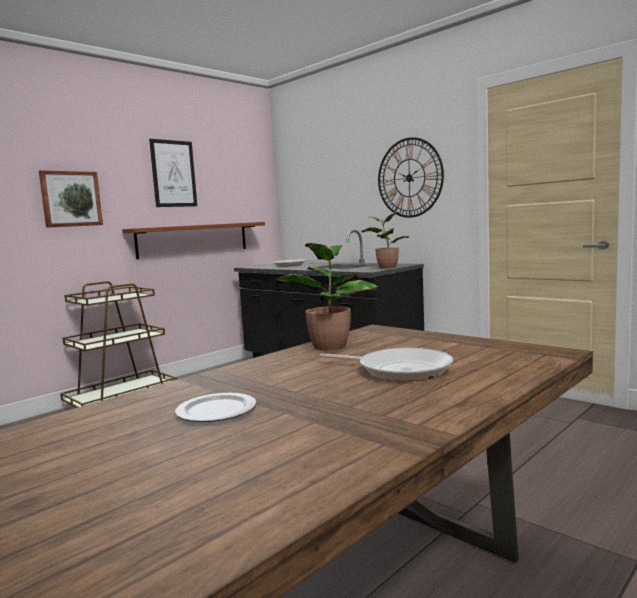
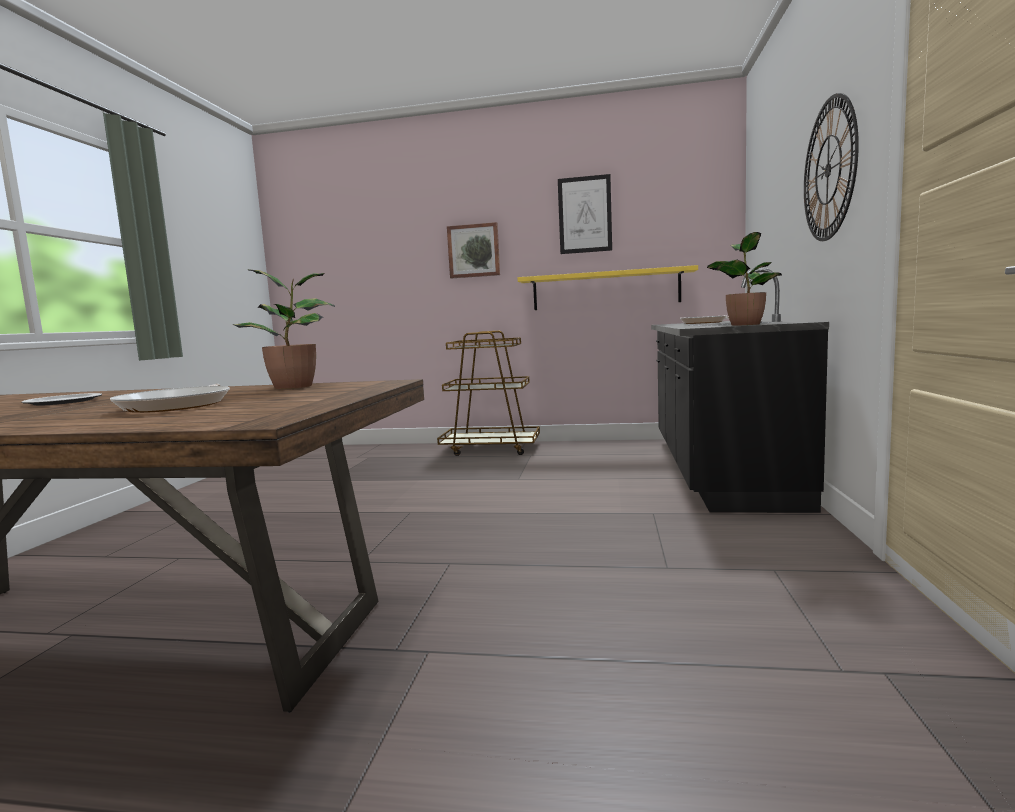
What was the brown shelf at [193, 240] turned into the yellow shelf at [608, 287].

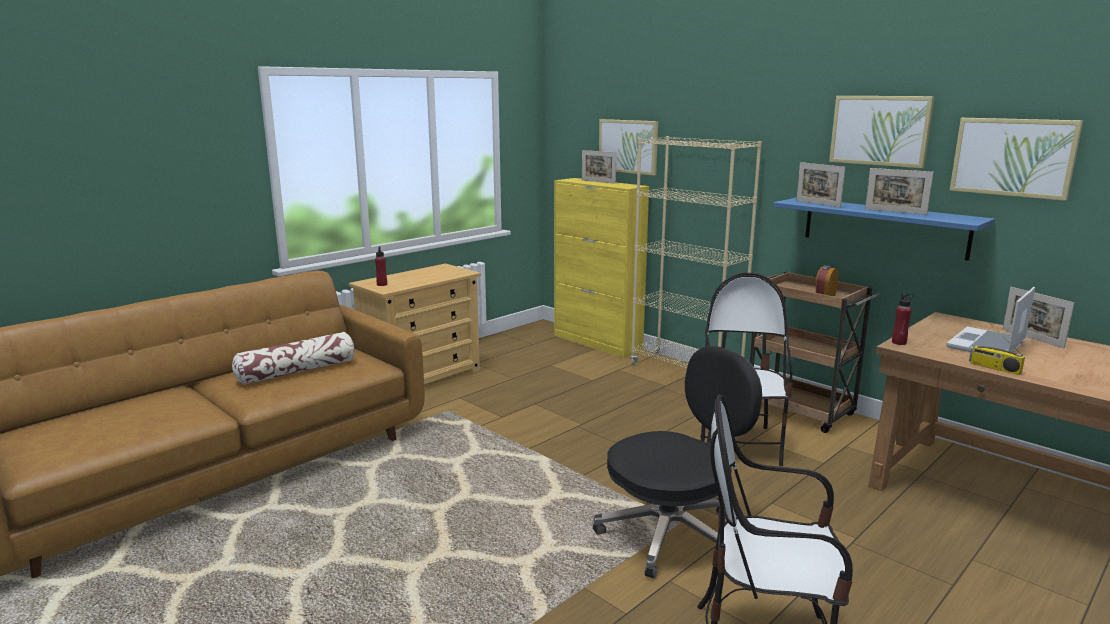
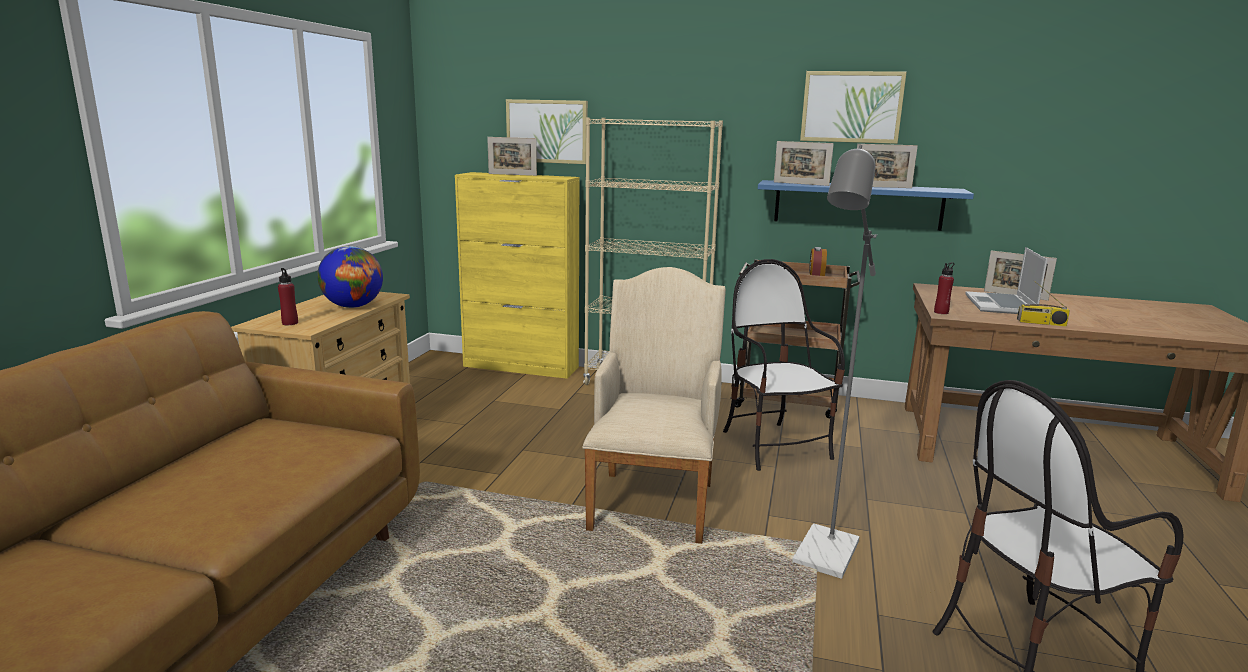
The second view gained the globe at [350, 277]. The second view gained the beige armchair at [654, 405]. Where the black office chair stood at [677, 462], the grey floor lamp came to stand at [834, 362]. The second view lost the pillow at [293, 358]. The second view lost the picture at [1016, 159].

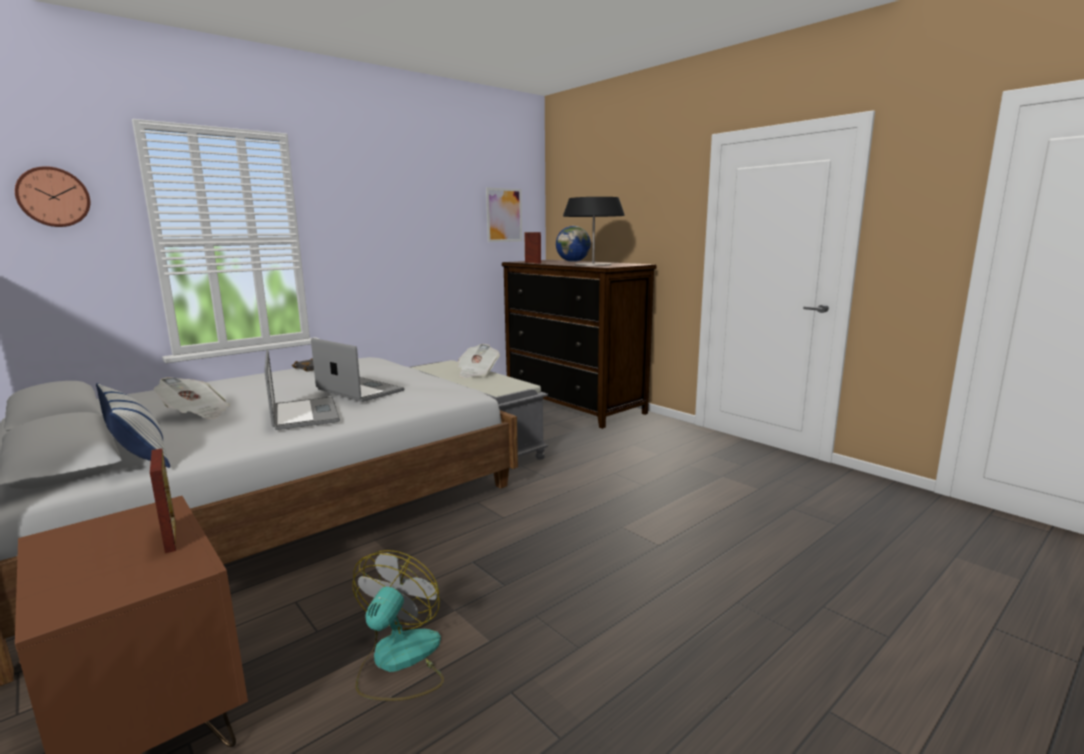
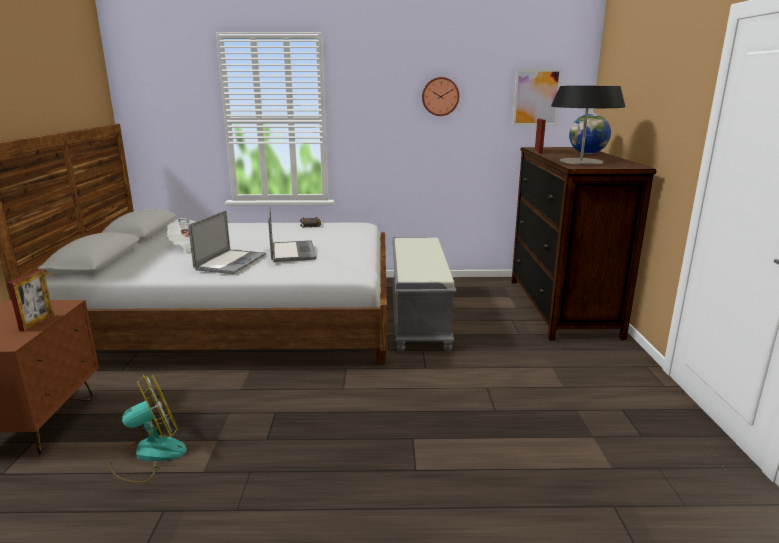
The wall clock ended up elsewhere, having gone from [52, 196] to [440, 96]. The second view lost the pillow at [133, 425]. The second view lost the newspaper at [479, 361].

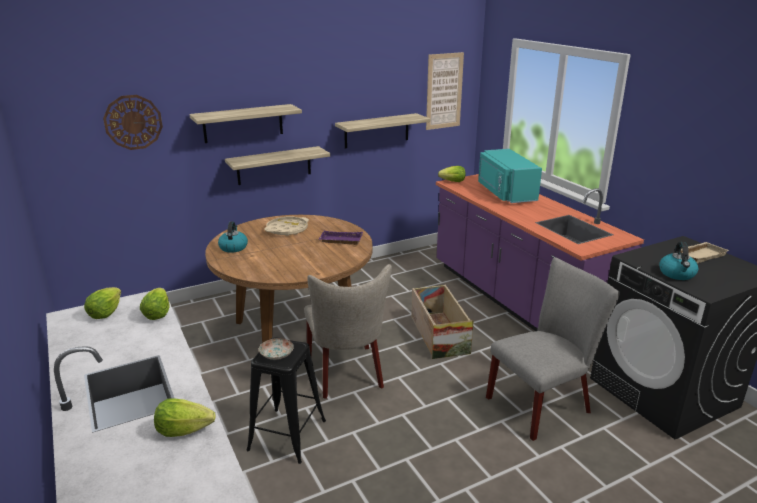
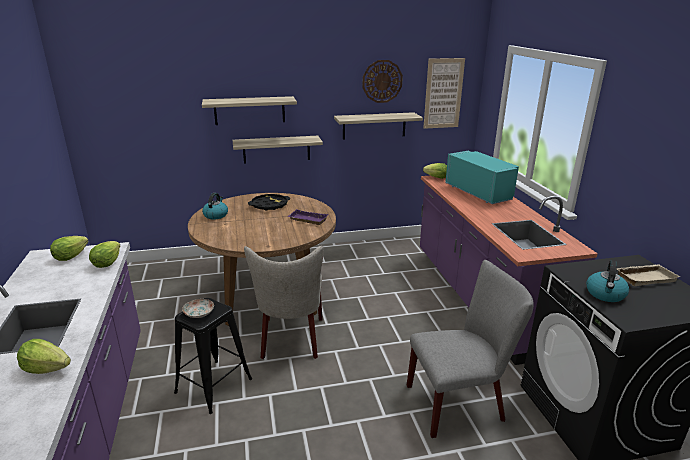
What was the beige tray at [286, 226] turned into the black tray at [269, 202]. The wall clock ended up elsewhere, having gone from [133, 122] to [383, 81]. The turquoise microwave at [510, 176] ended up facing another way, 150 degrees clockwise from before. The second view lost the crate at [442, 322].

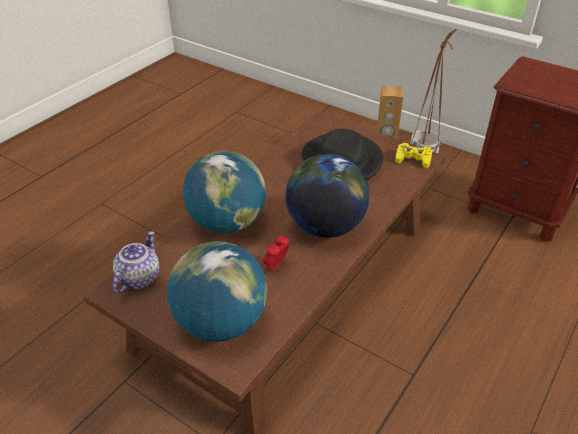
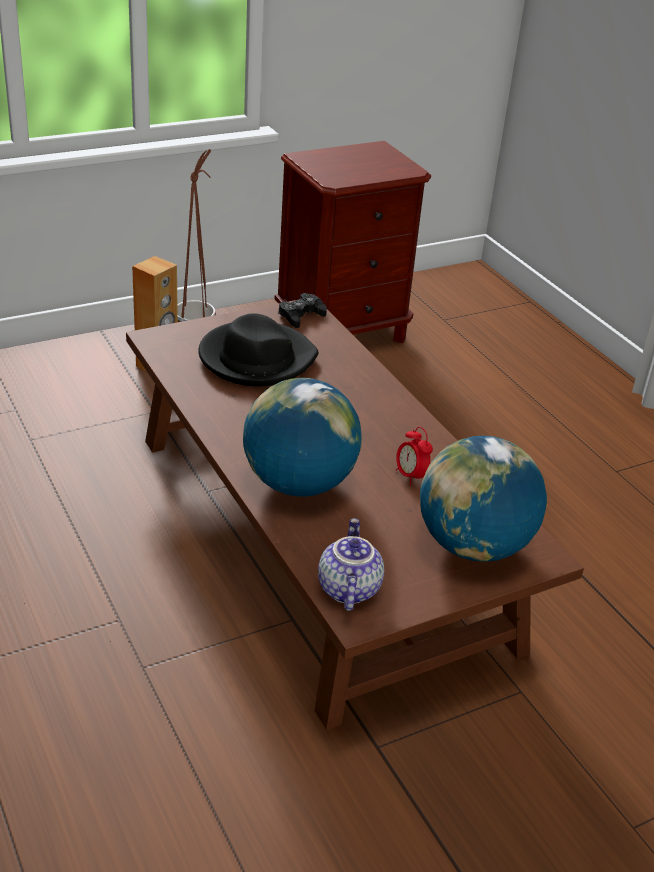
What was the yellow game controller at [413, 155] turned into the black game controller at [302, 310]. The teapot at [136, 262] ended up facing another way, 45 degrees clockwise from before. The second view lost the globe at [327, 196].

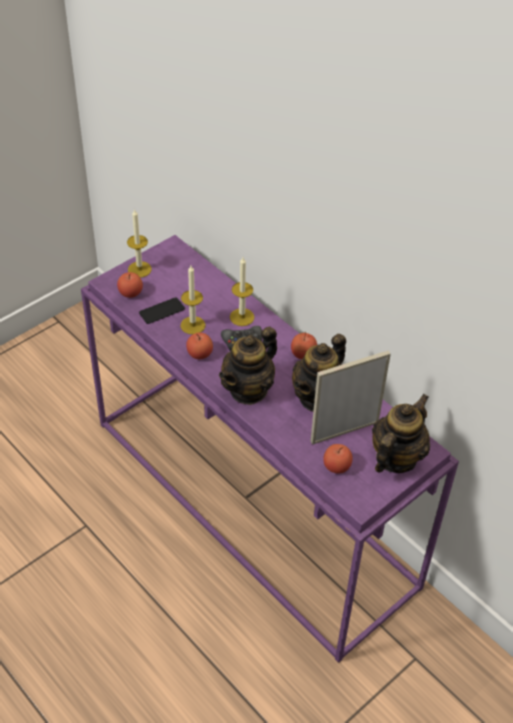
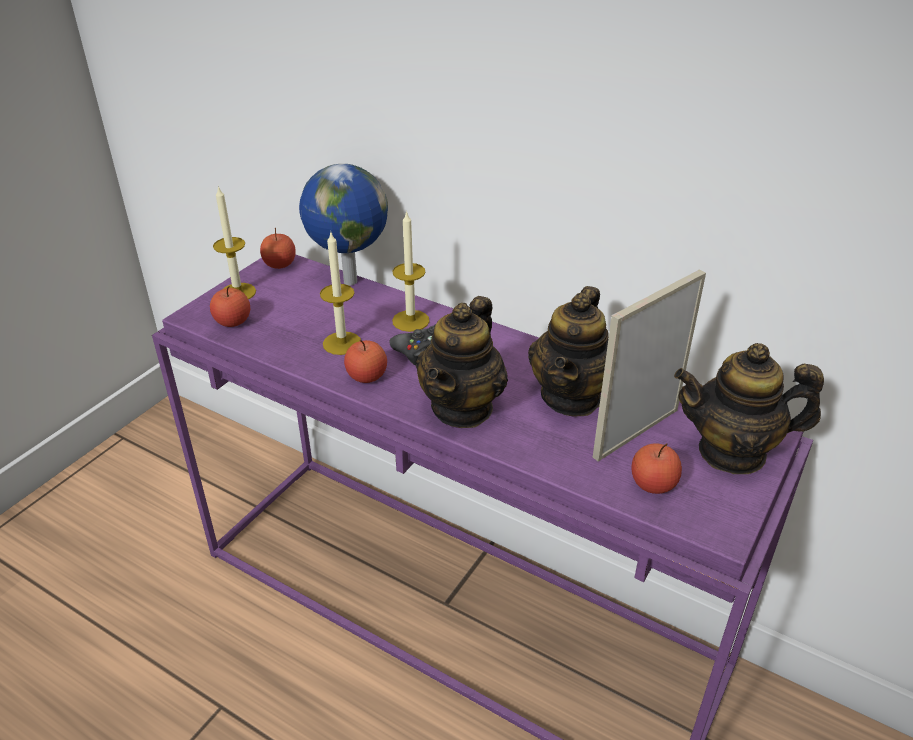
The apple ended up elsewhere, having gone from [304, 345] to [278, 248]. The second view gained the globe at [343, 225]. The teapot at [401, 433] ended up facing another way, 105 degrees counterclockwise from before. The second view lost the phone at [162, 310].

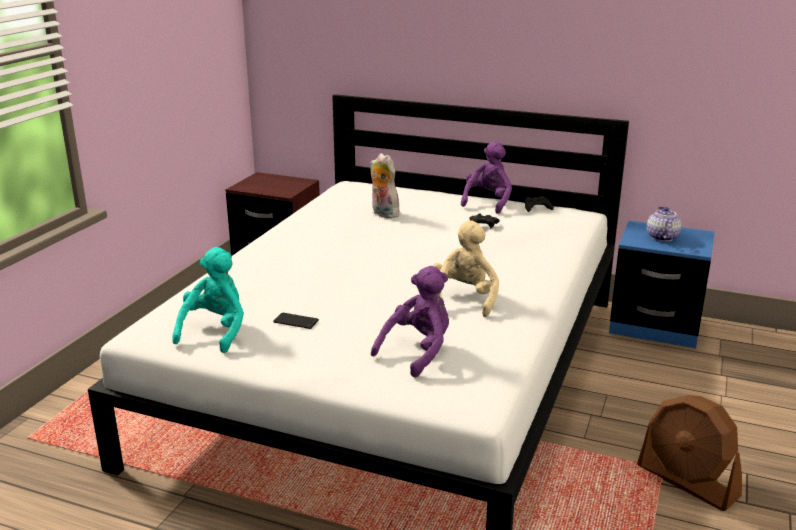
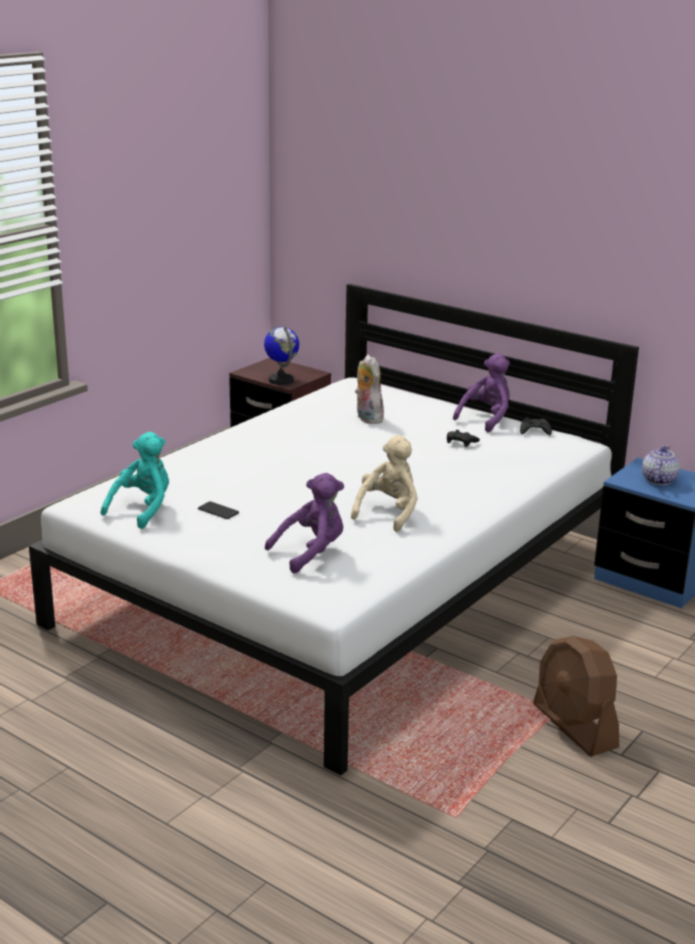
The second view gained the globe at [281, 355].

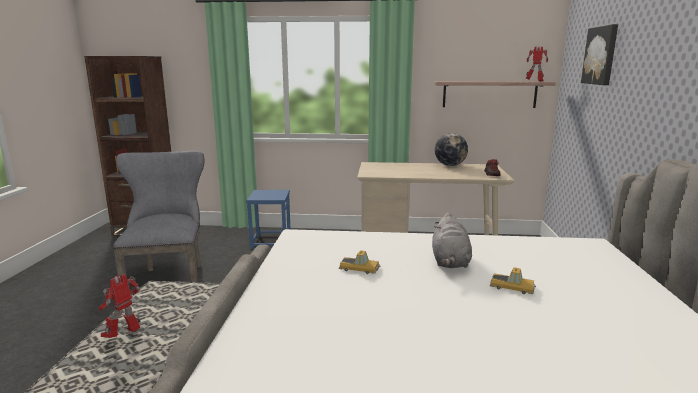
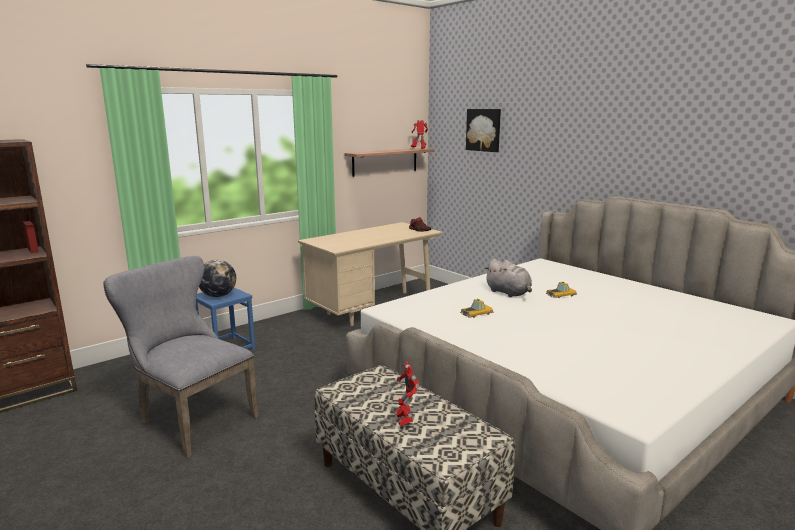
The globe ended up elsewhere, having gone from [451, 149] to [217, 278].

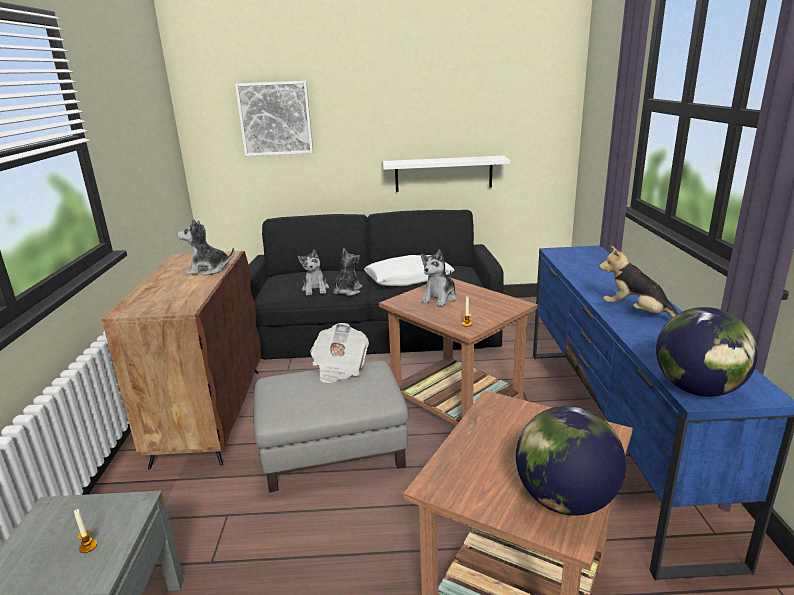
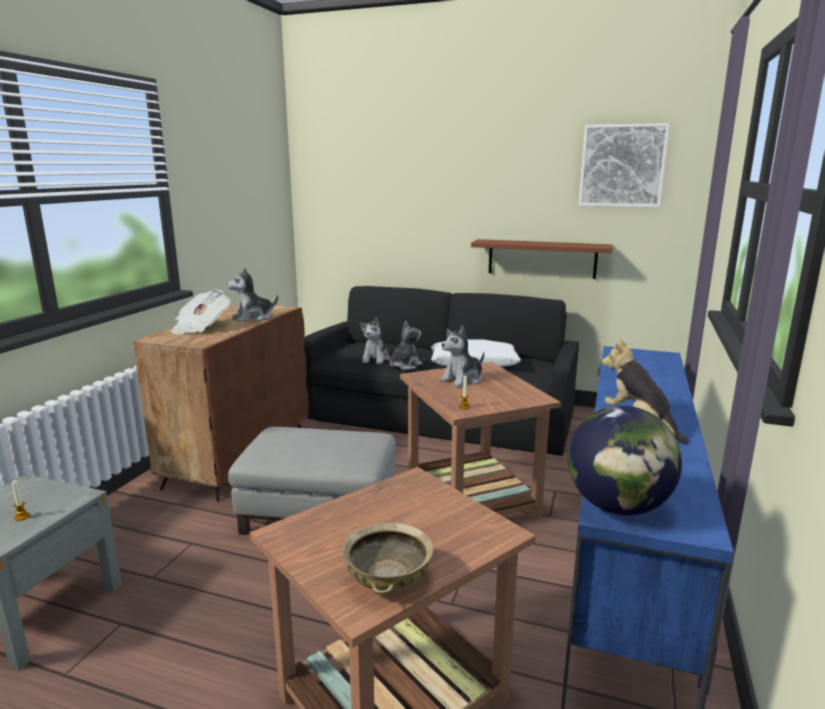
The newspaper ended up elsewhere, having gone from [339, 353] to [200, 312]. The plush toy at [206, 247] ended up facing another way, 45 degrees counterclockwise from before. Where the globe stood at [571, 461], the beige bowl came to stand at [387, 559]. What was the white shelf at [446, 174] turned into the brown shelf at [542, 259]. The picture ended up elsewhere, having gone from [274, 118] to [624, 165].

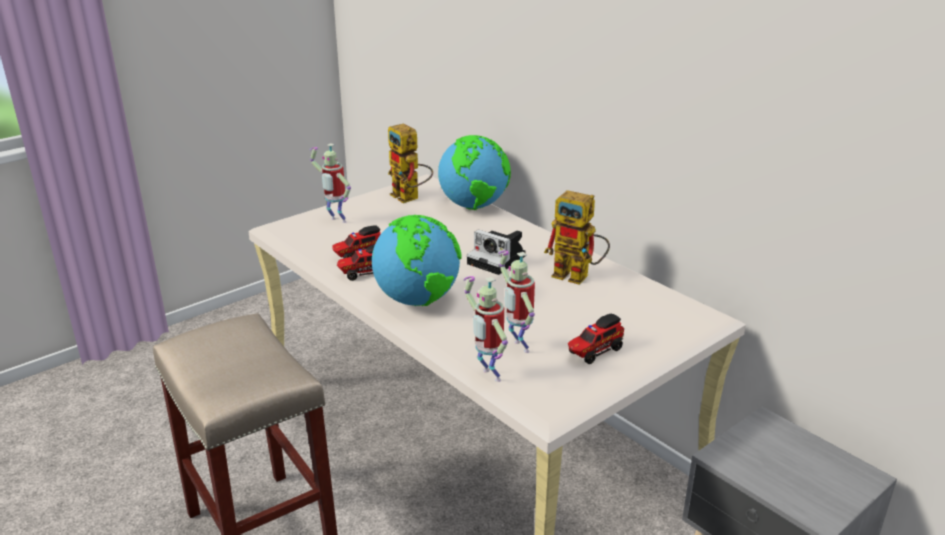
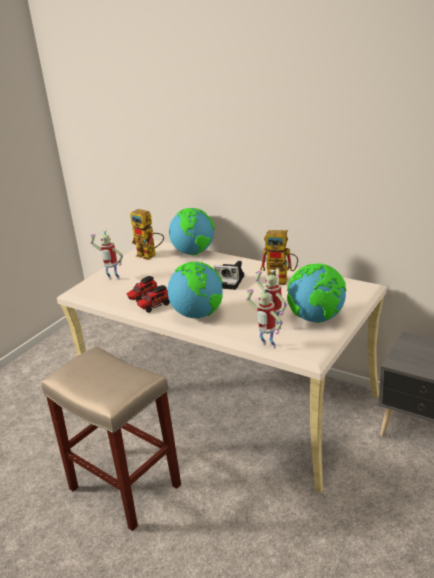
Where the toy truck stood at [596, 339], the globe came to stand at [316, 293].

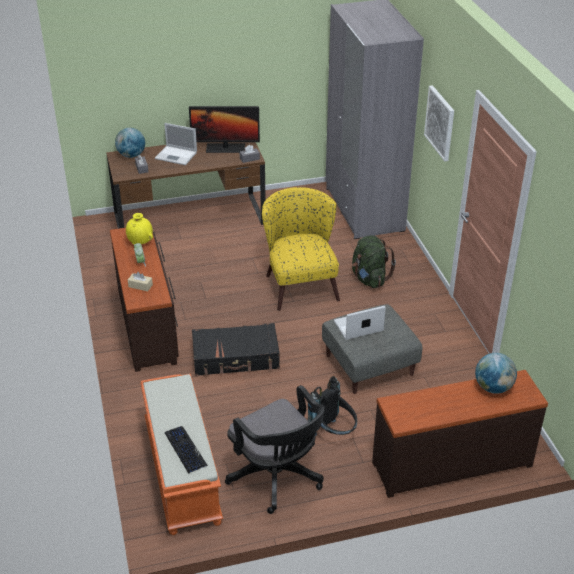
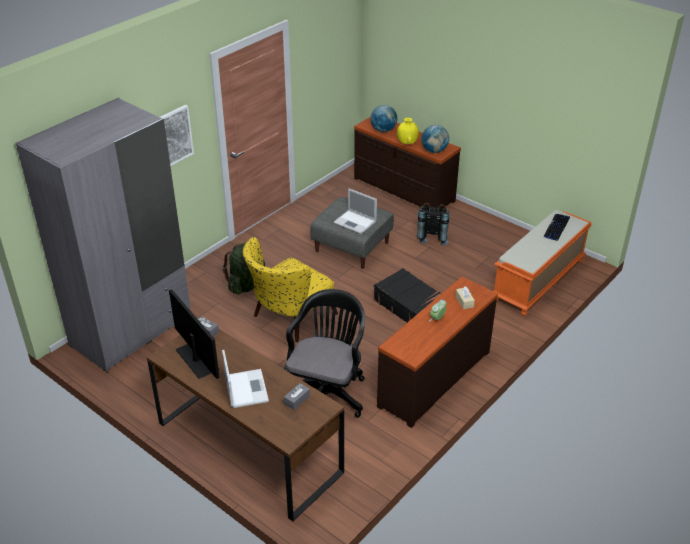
The black office chair ended up elsewhere, having gone from [275, 449] to [324, 353]. The yellow vase ended up elsewhere, having gone from [139, 229] to [408, 131]. The globe ended up elsewhere, having gone from [130, 143] to [435, 139].

